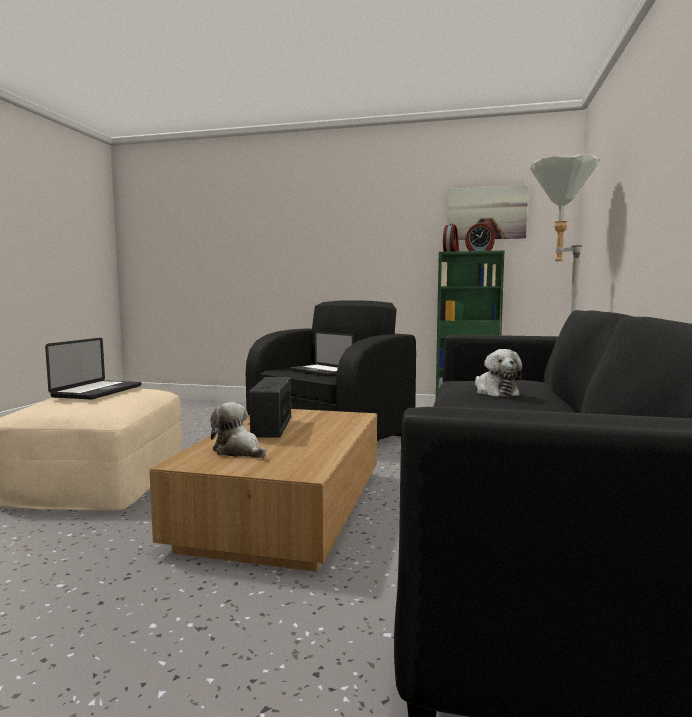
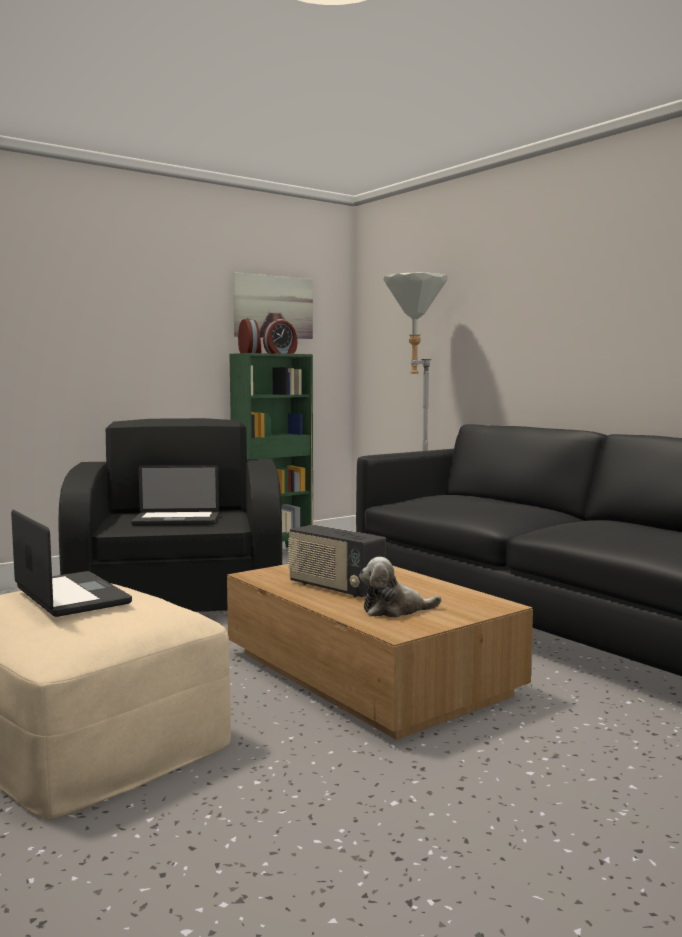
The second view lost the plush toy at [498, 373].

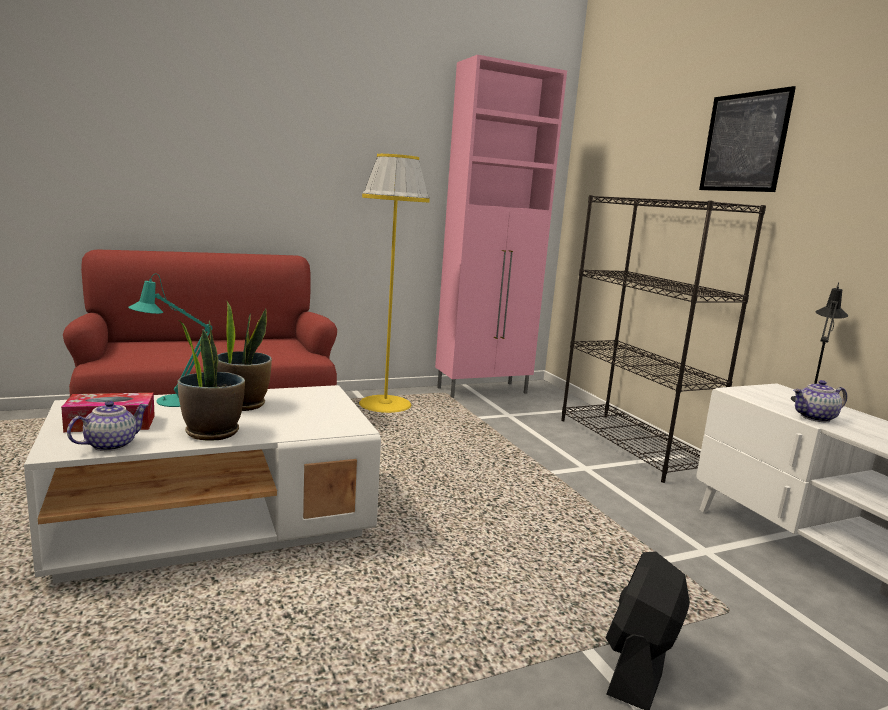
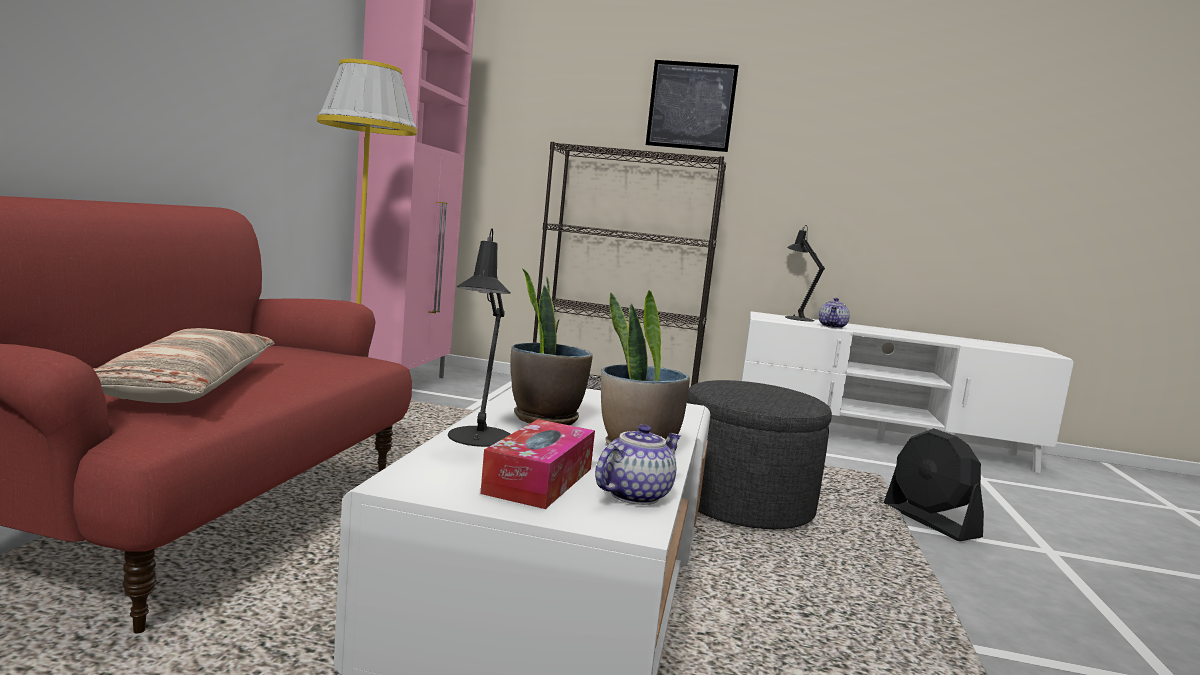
The second view gained the pillow at [183, 365]. What was the turquoise table lamp at [170, 340] turned into the black table lamp at [479, 337]. The teapot at [108, 426] ended up facing another way, 60 degrees clockwise from before. The second view gained the grey ottoman at [759, 454].

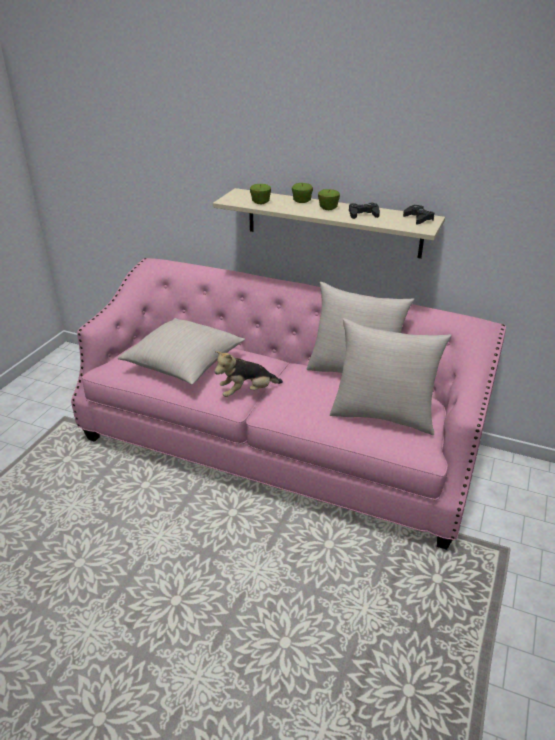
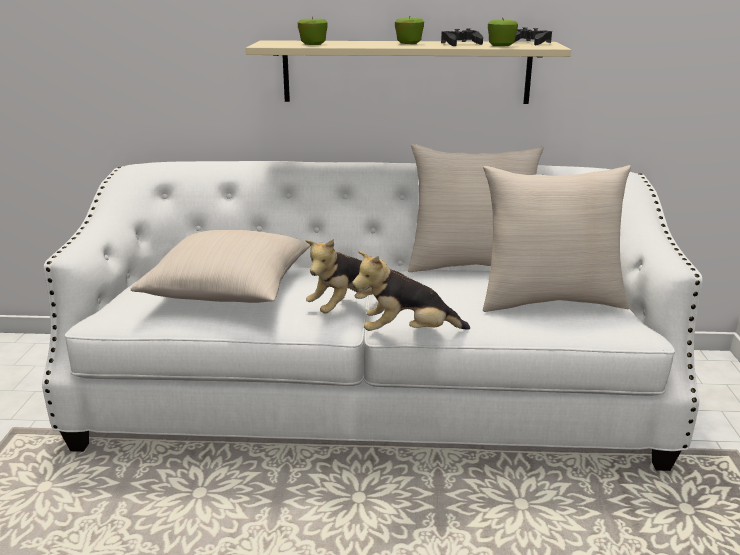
What was the pink sofa at [288, 404] turned into the white sofa at [372, 316]. The second view gained the plush toy at [411, 291]. The apple ended up elsewhere, having gone from [302, 193] to [503, 32].

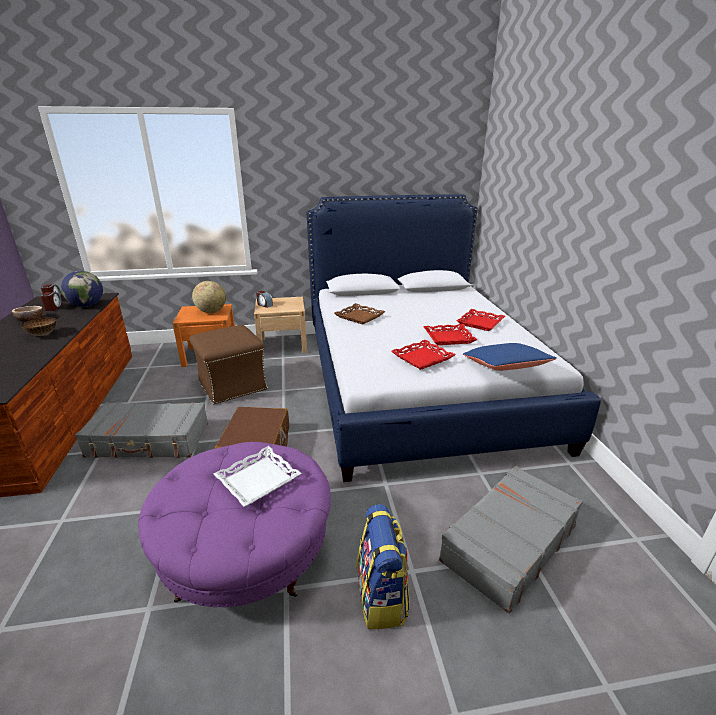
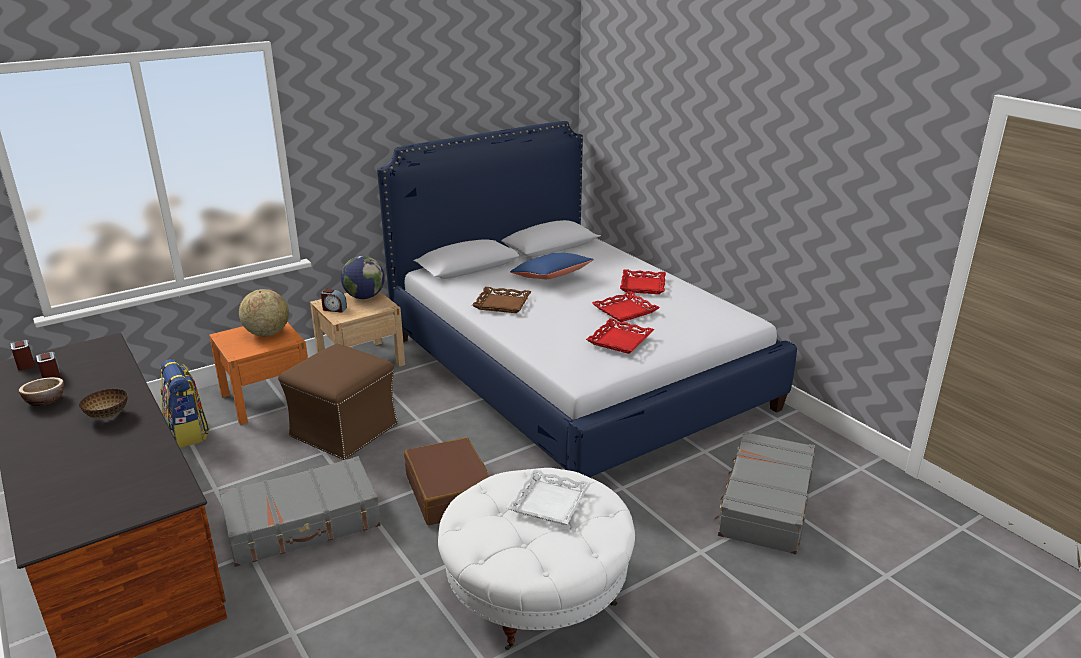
The backpack ended up elsewhere, having gone from [383, 566] to [185, 403]. The globe ended up elsewhere, having gone from [82, 289] to [363, 277]. What was the purple ottoman at [234, 524] turned into the white ottoman at [536, 559]. The blue pillow ended up elsewhere, having gone from [510, 357] to [552, 266].

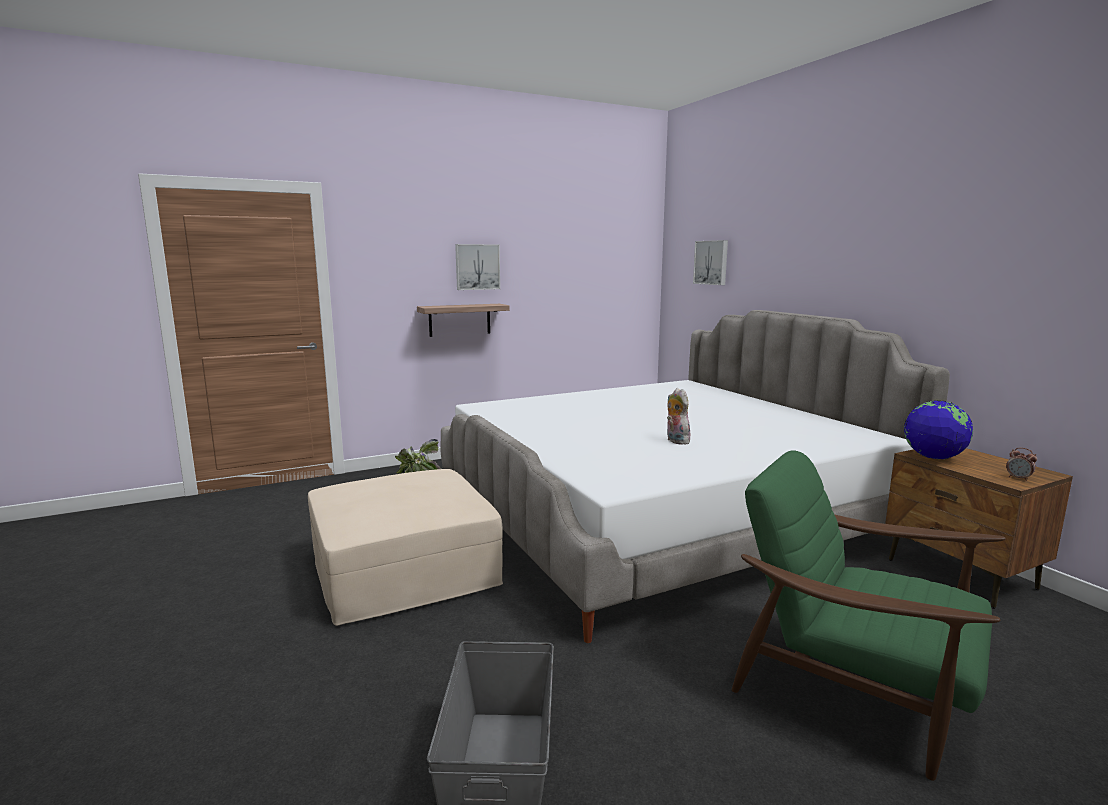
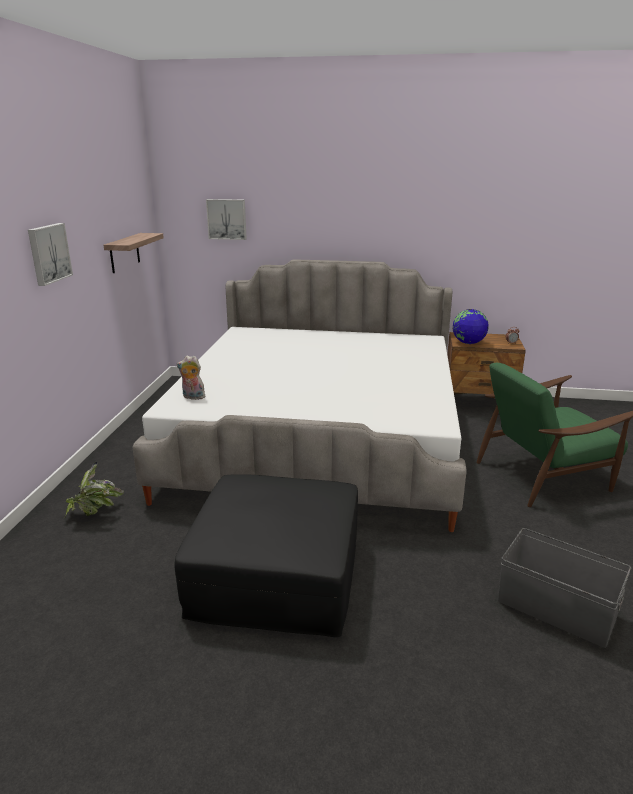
The shelf ended up elsewhere, having gone from [463, 320] to [133, 253]. What was the beige ottoman at [405, 547] turned into the black ottoman at [266, 555]. The plush toy ended up elsewhere, having gone from [678, 416] to [191, 377].

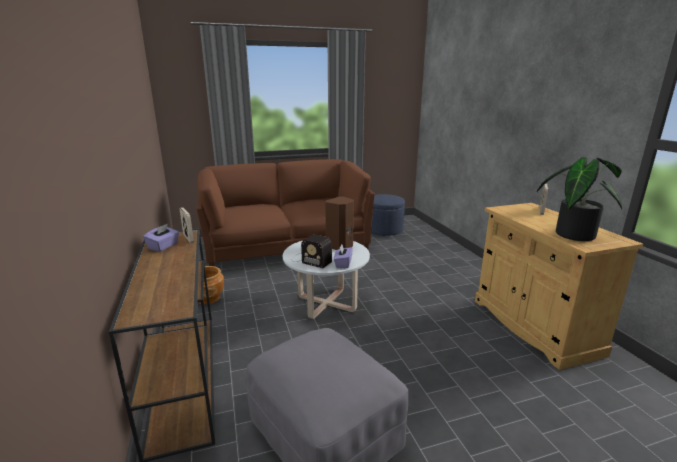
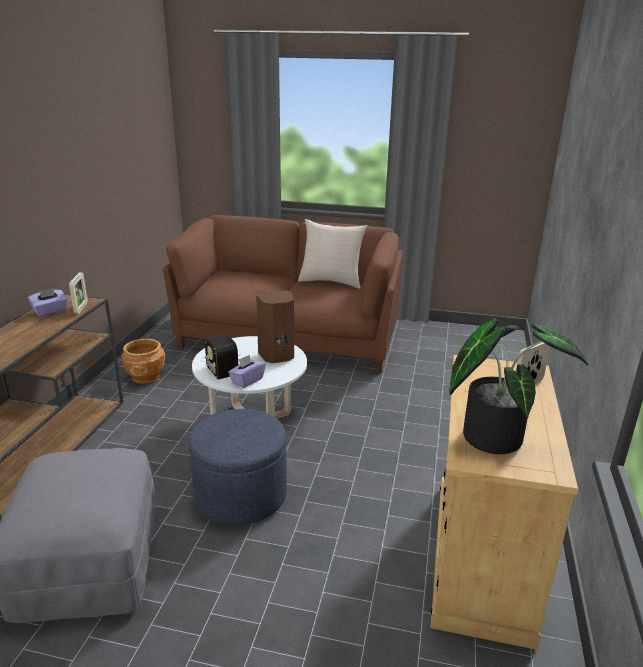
The blue ottoman ended up elsewhere, having gone from [388, 215] to [238, 467]. The second view gained the beige pillow at [333, 254].

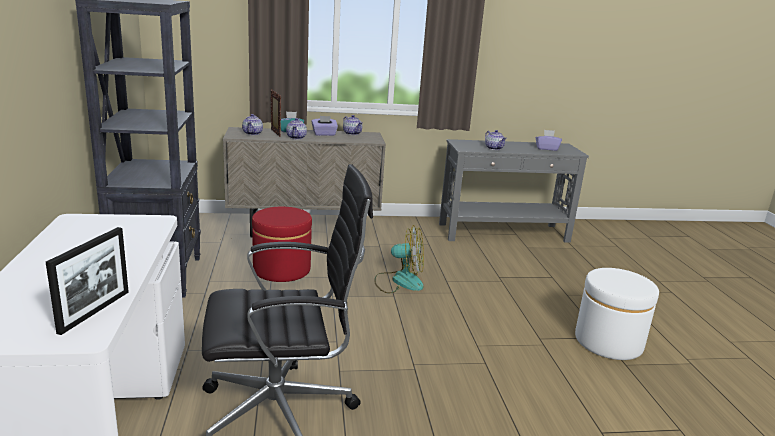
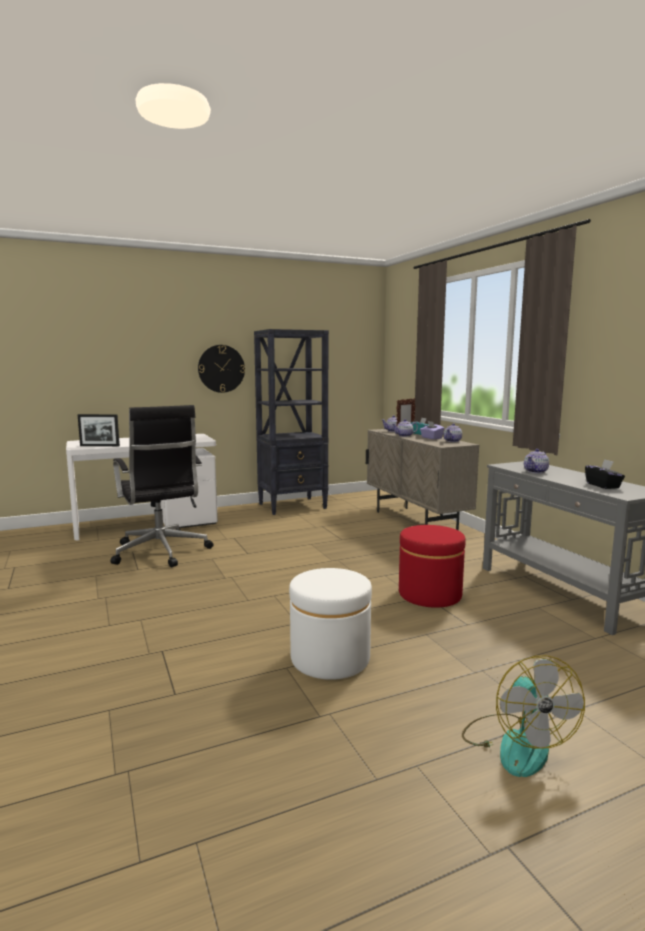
The second view gained the wall clock at [221, 369]. The red ottoman ended up elsewhere, having gone from [282, 244] to [432, 566]. The fan ended up elsewhere, having gone from [399, 259] to [523, 716]. What was the purple tissue box at [549, 140] turned into the black tissue box at [605, 474].

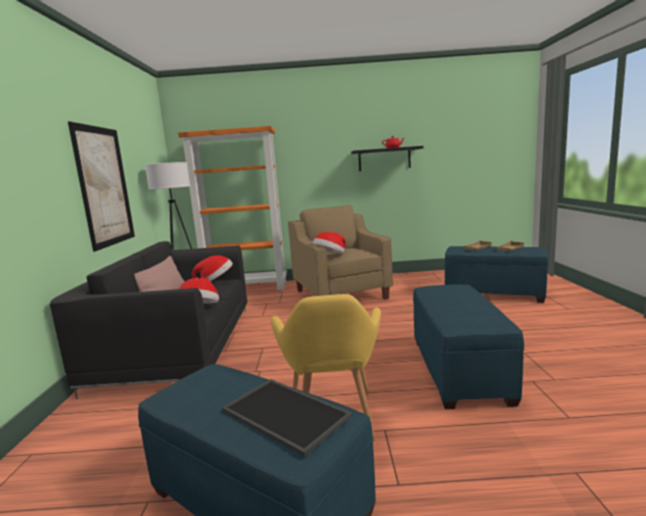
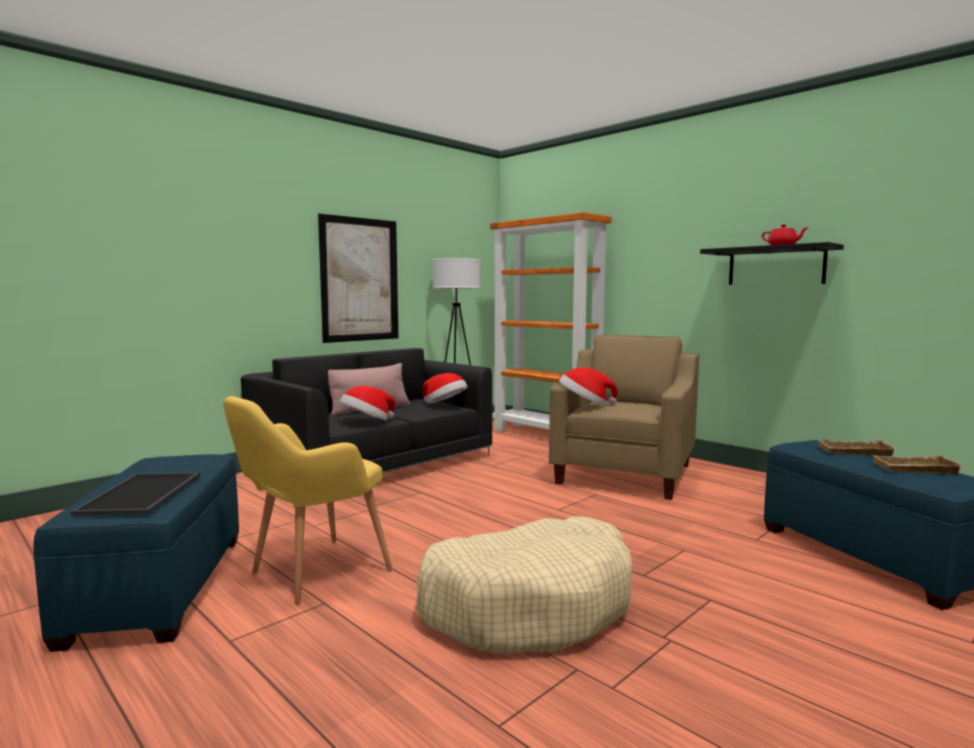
Where the blue ottoman stood at [469, 346], the beige dog bed came to stand at [524, 585].

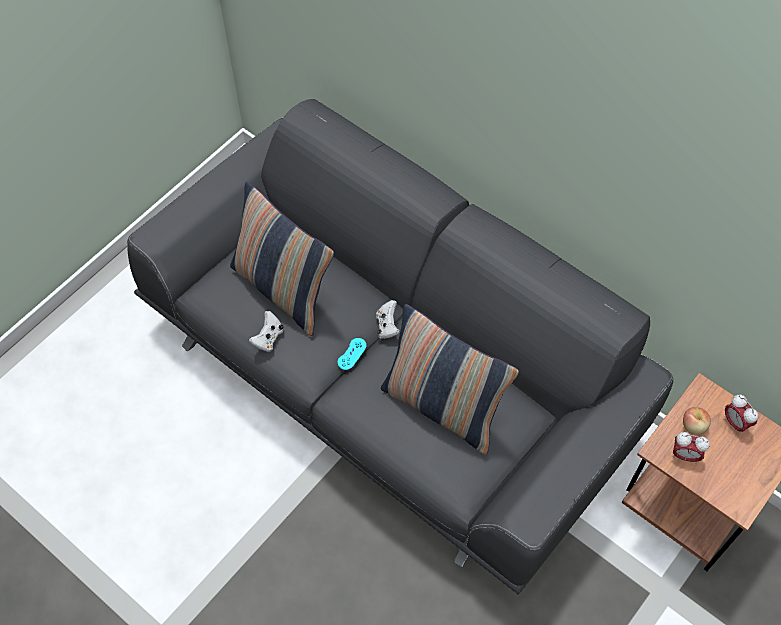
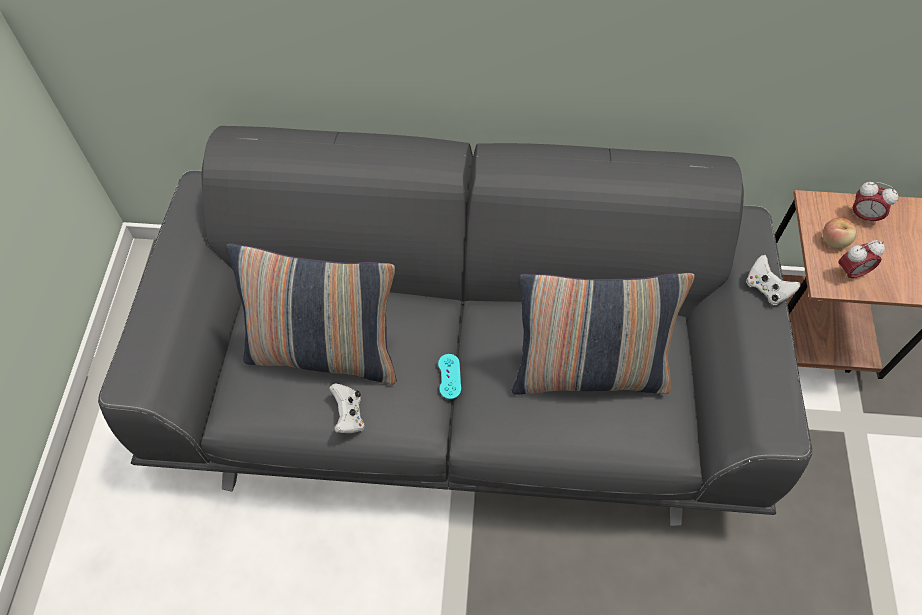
The white game controller ended up elsewhere, having gone from [388, 319] to [773, 280].

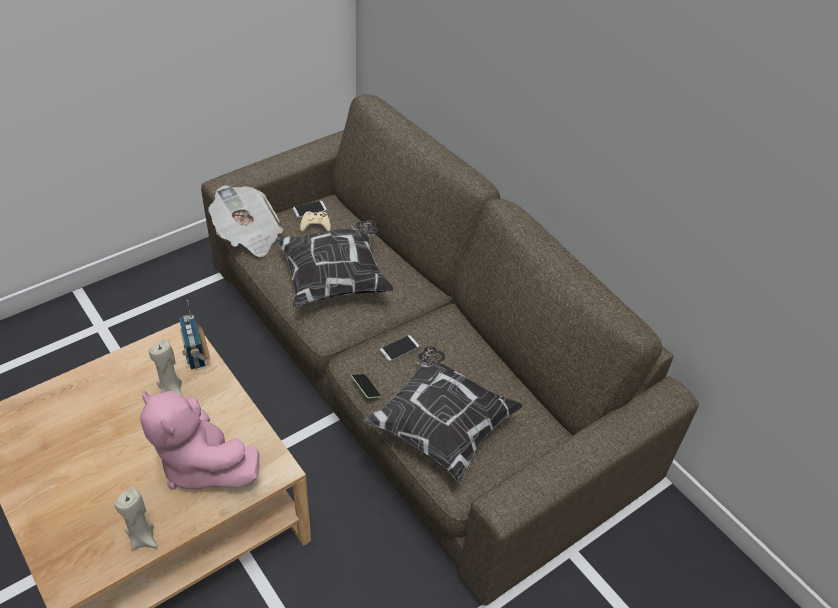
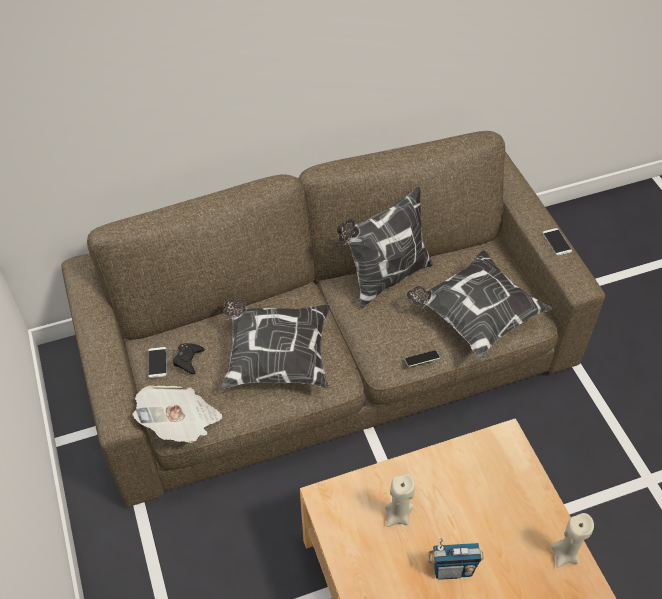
What was the beige game controller at [315, 222] turned into the black game controller at [189, 358]. The second view gained the pillow at [385, 246]. The radio ended up elsewhere, having gone from [194, 334] to [456, 558]. The phone ended up elsewhere, having gone from [399, 348] to [557, 242]. The second view lost the pink plush toy at [199, 440].

